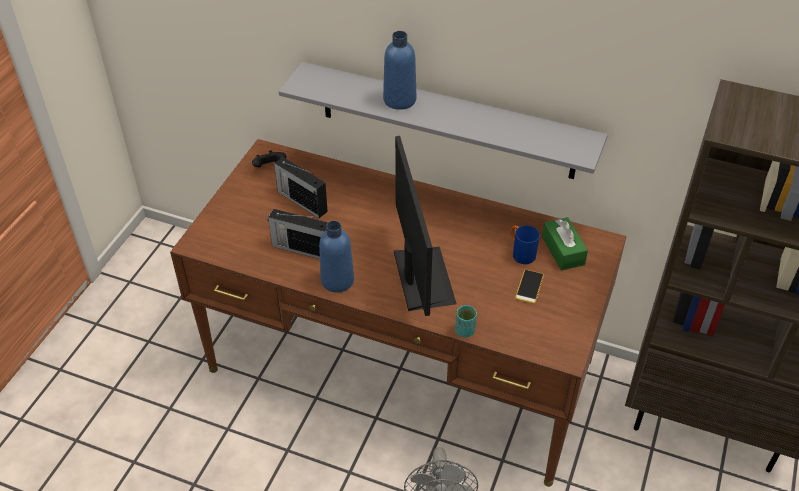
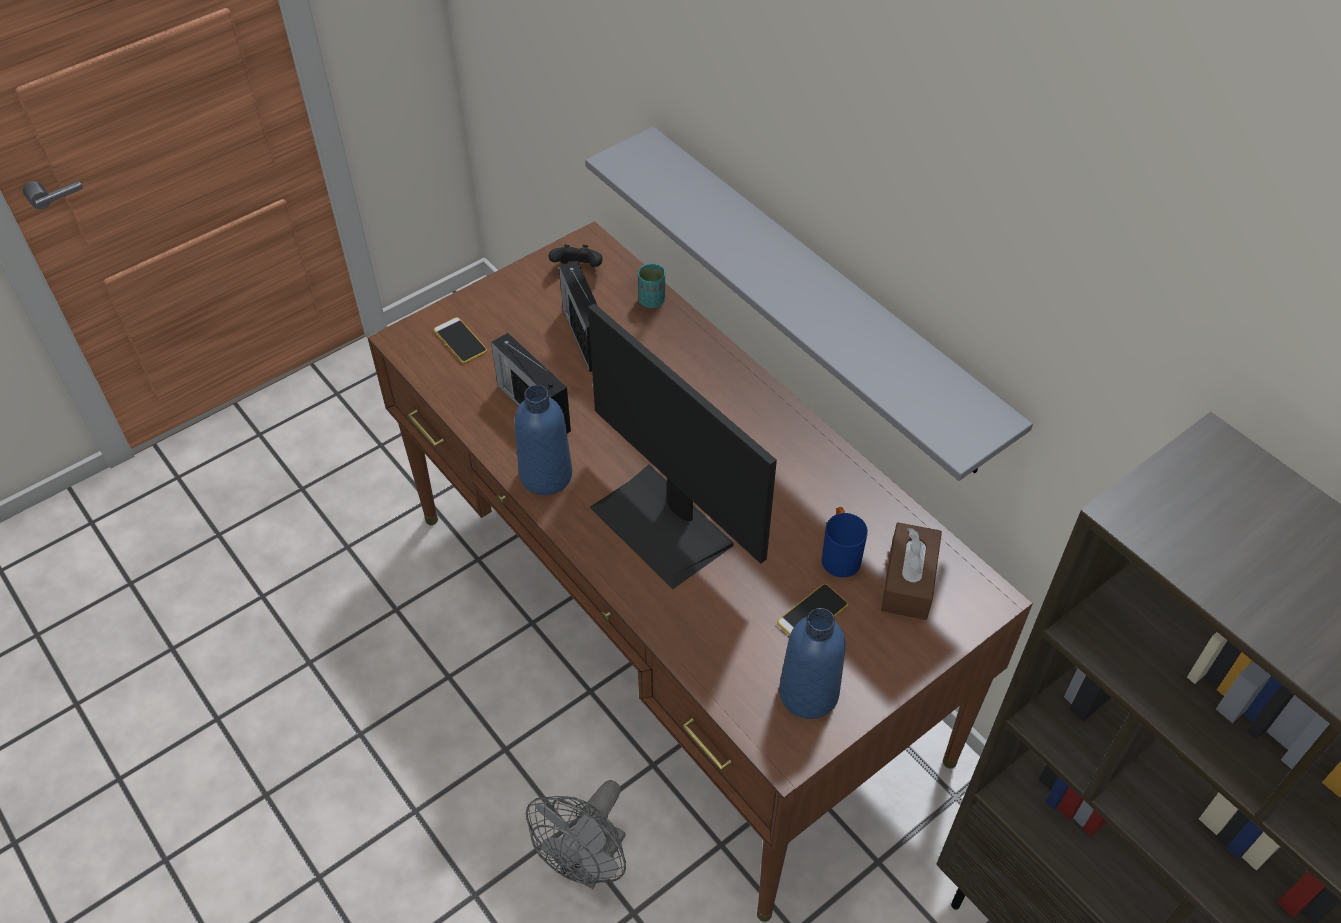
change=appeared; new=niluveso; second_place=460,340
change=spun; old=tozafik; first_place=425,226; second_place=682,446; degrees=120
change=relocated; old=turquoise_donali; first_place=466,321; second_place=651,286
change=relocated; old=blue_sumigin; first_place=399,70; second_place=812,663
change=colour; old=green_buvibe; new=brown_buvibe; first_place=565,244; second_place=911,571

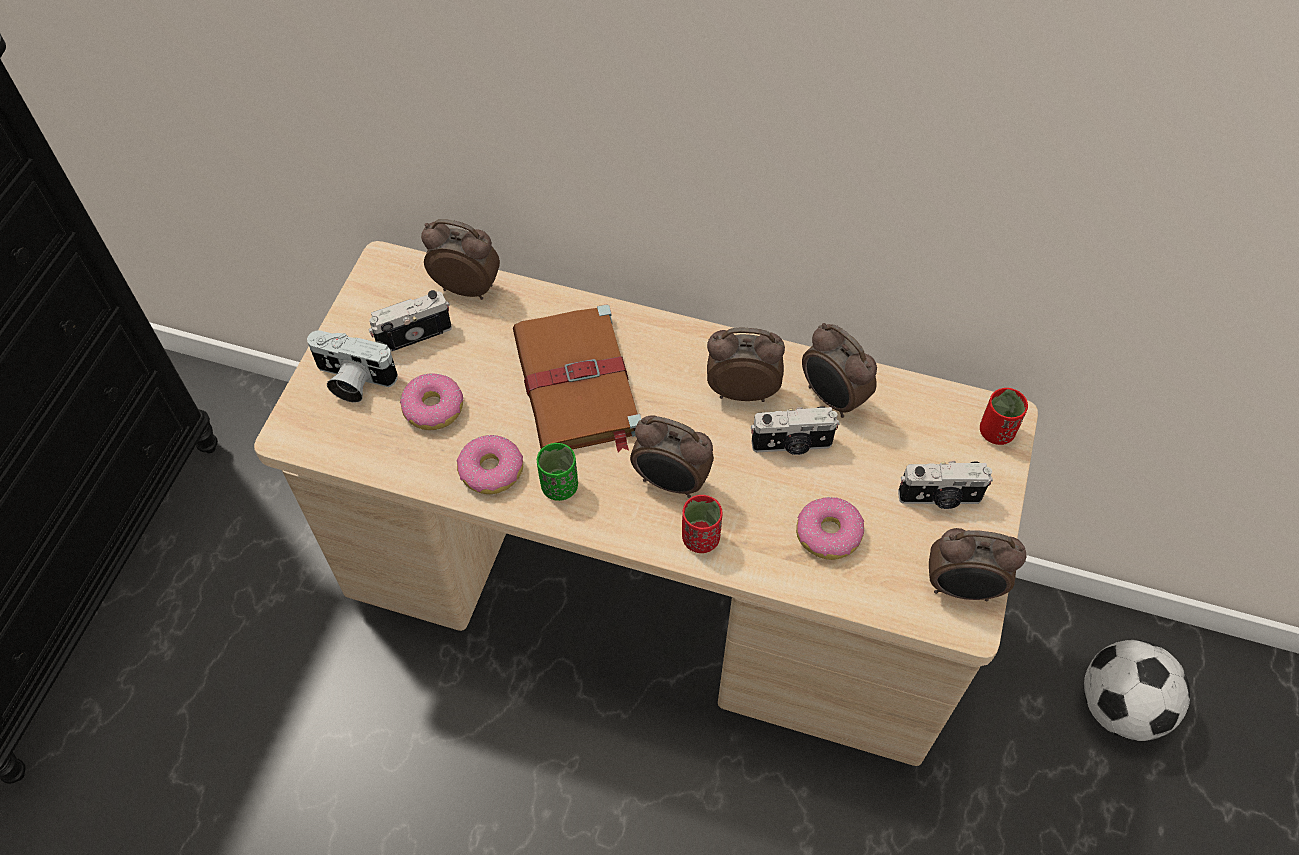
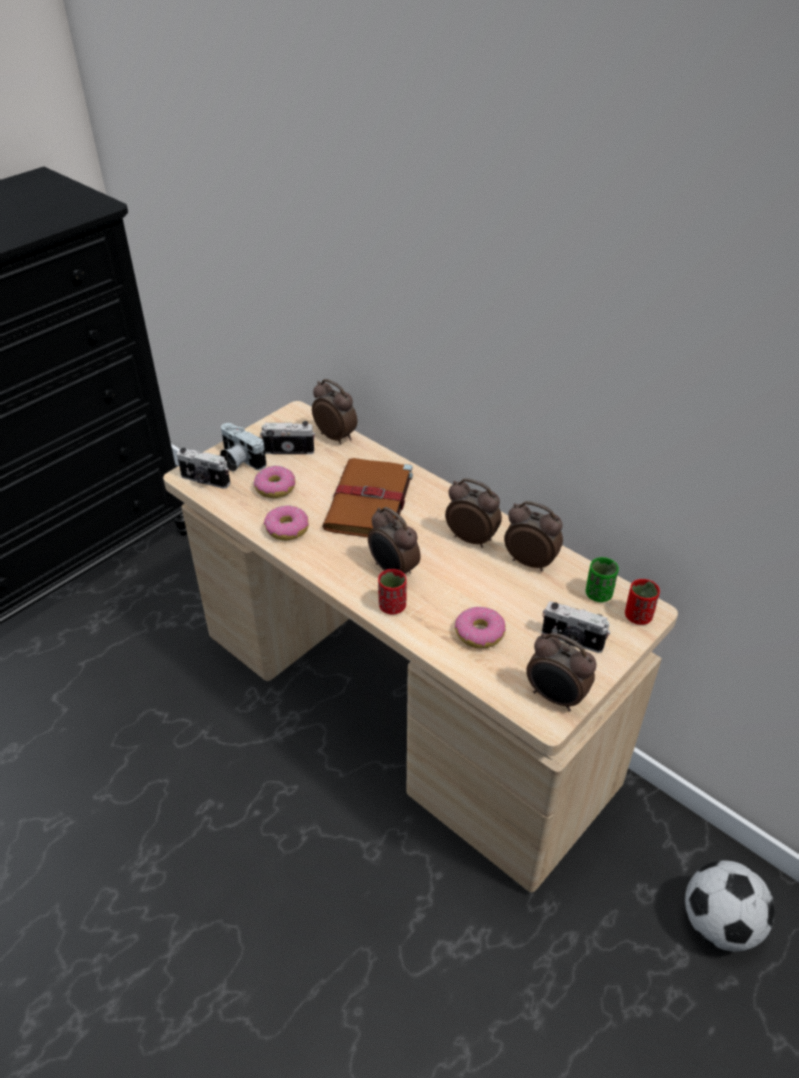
change=relocated; old=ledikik; first_place=795,430; second_place=203,468
change=spun; old=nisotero; first_place=839,370; second_place=533,536; degrees=135
change=relocated; old=green_donali; first_place=557,472; second_place=602,579

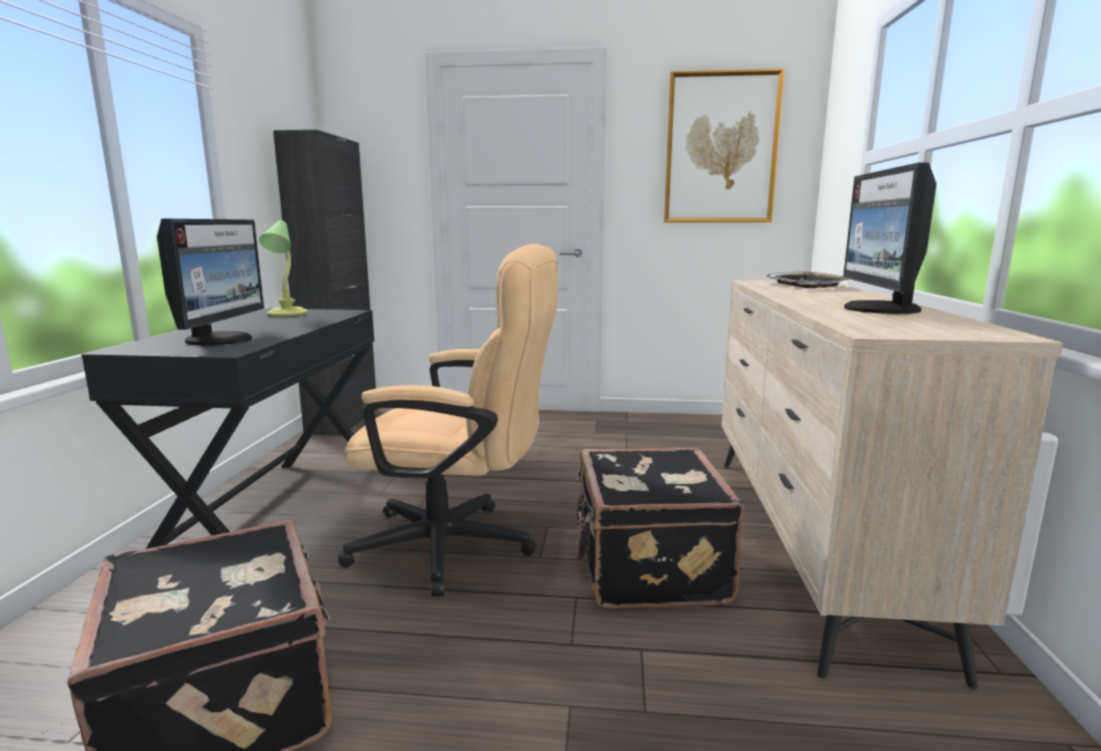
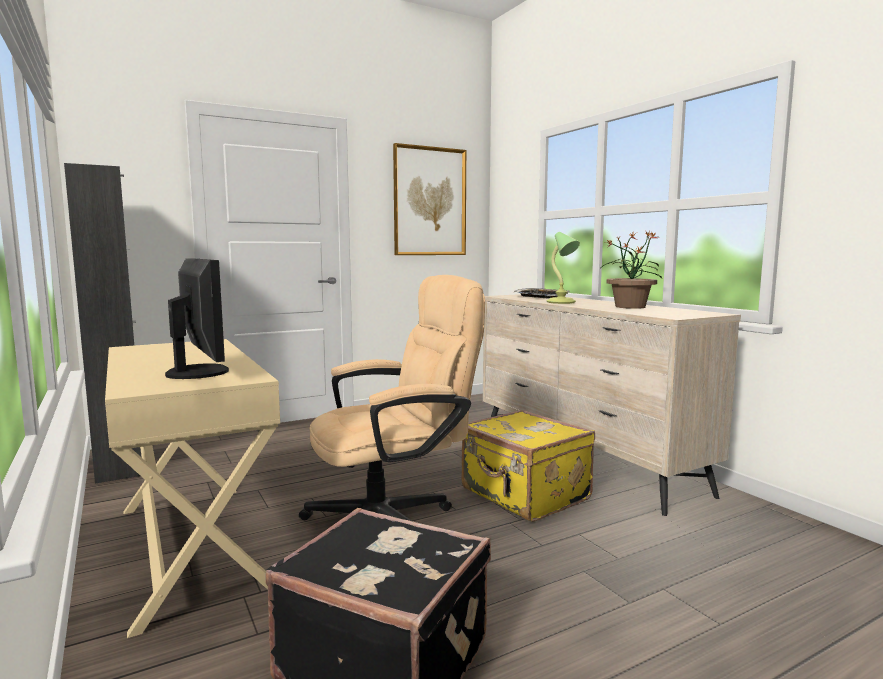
change=colour; old=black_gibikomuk; new=beige_gibikomuk; first_place=227,429; second_place=192,488
change=colour; old=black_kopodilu; new=yellow_kopodilu; first_place=660,527; second_place=528,466
change=relocated; old=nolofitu; first_place=283,268; second_place=563,268
change=exchanged; old=tozafik; new=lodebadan; first_place=890,238; second_place=631,270

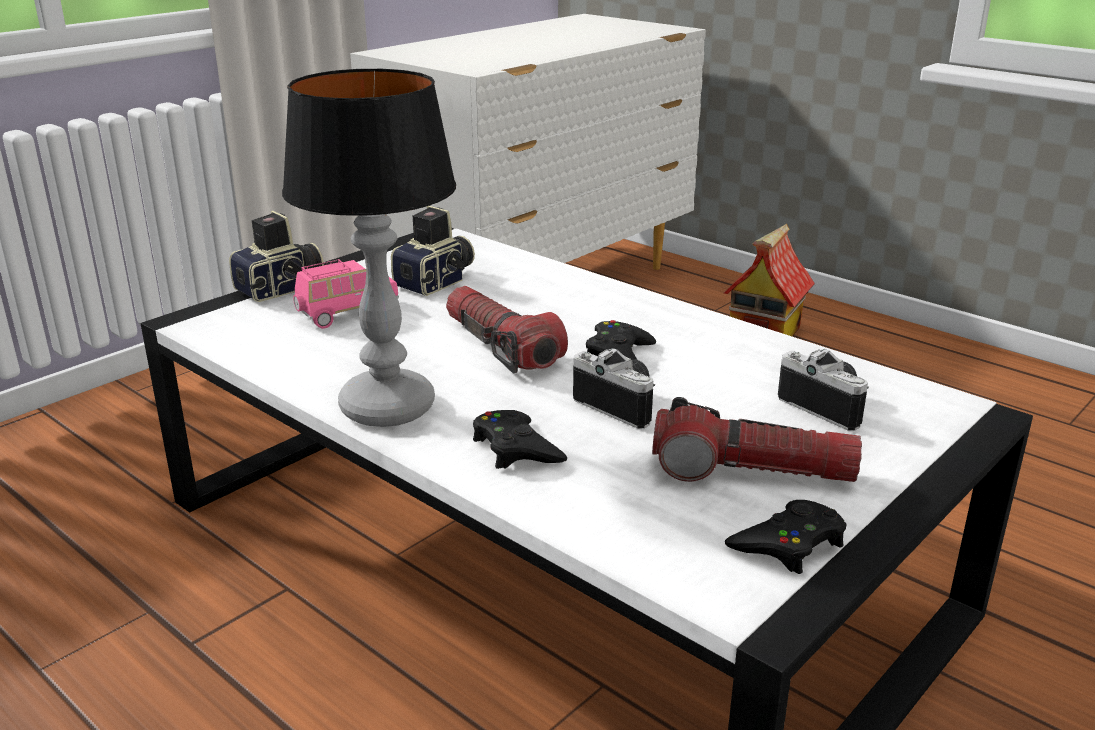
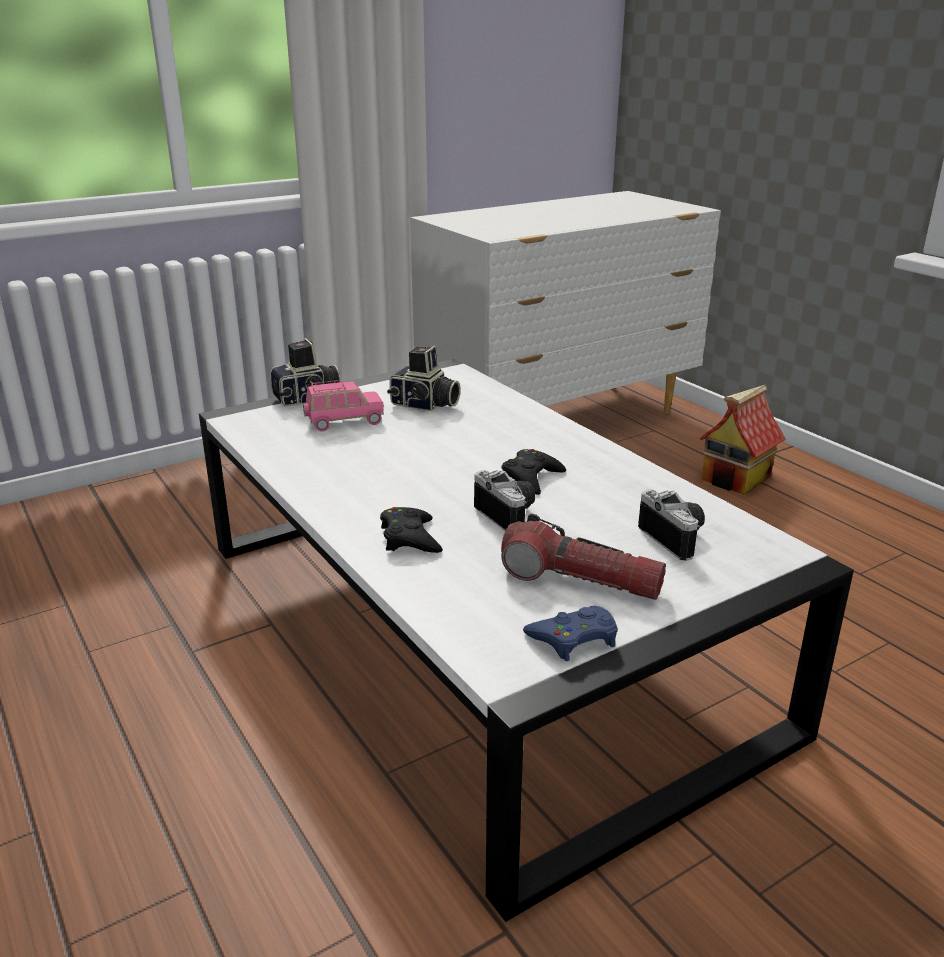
change=spun; old=ledikik; first_place=433,251; second_place=424,378; degrees=60
change=colour; old=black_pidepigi; new=blue_pidepigi; first_place=786,537; second_place=570,633
change=missing; old=nolofitu; first_place=369,248
change=missing; old=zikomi; first_place=507,329

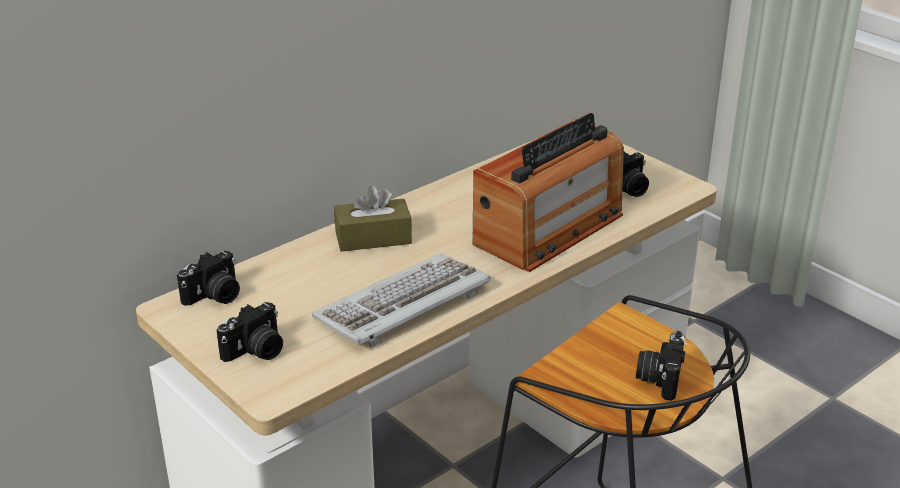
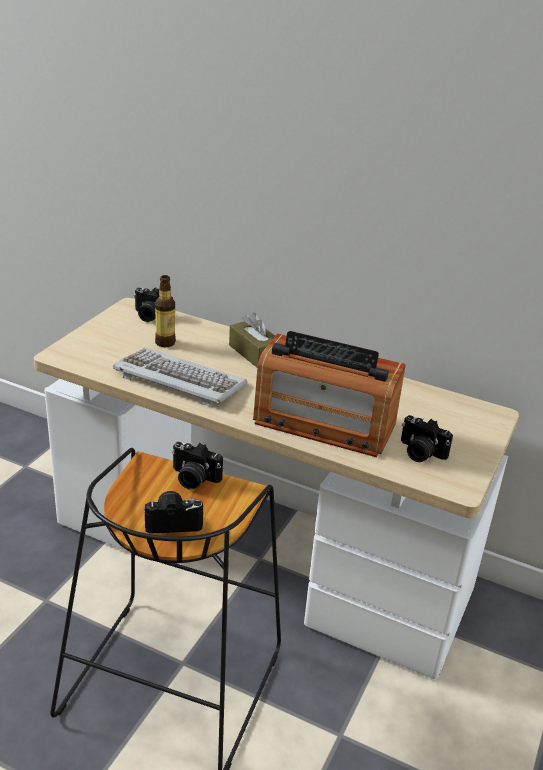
change=appeared; new=sumigin; second_place=165,311
change=relocated; old=ledikik; first_place=250,332; second_place=197,466

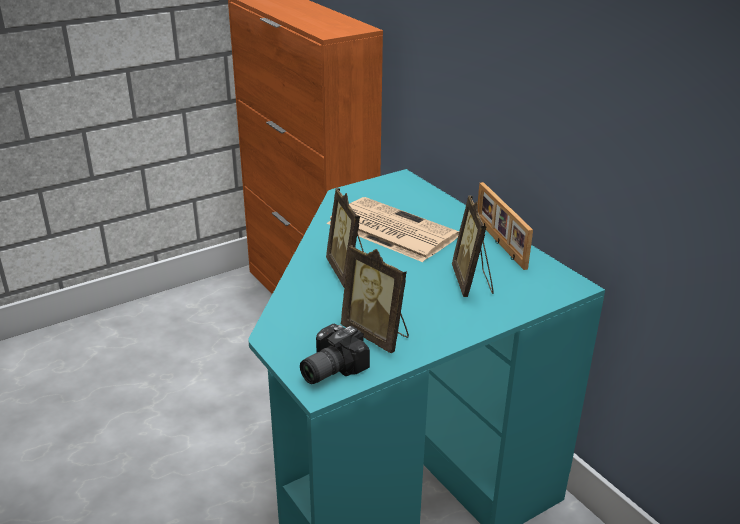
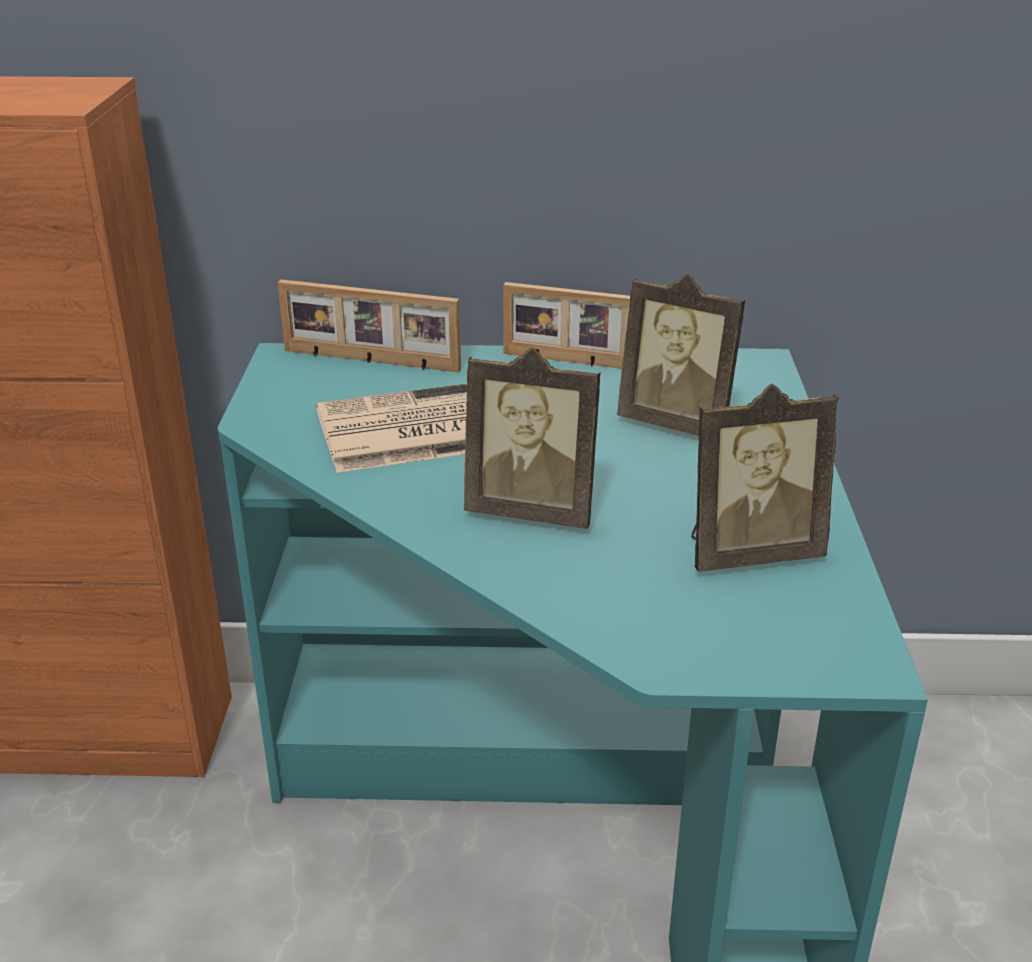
change=appeared; new=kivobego; second_place=369,325
change=missing; old=ledikik; first_place=335,354

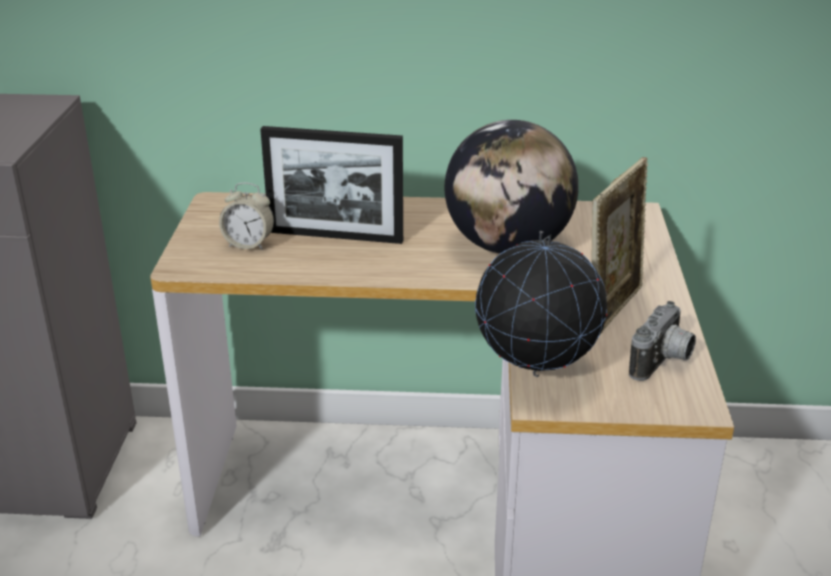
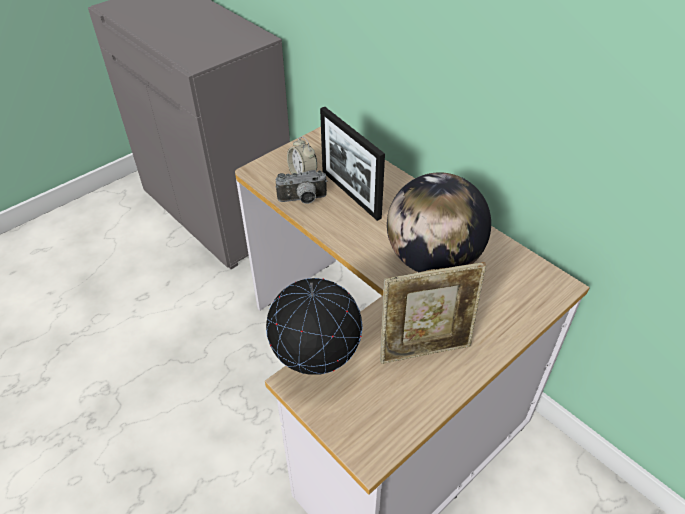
change=relocated; old=ledikik; first_place=662,341; second_place=301,187

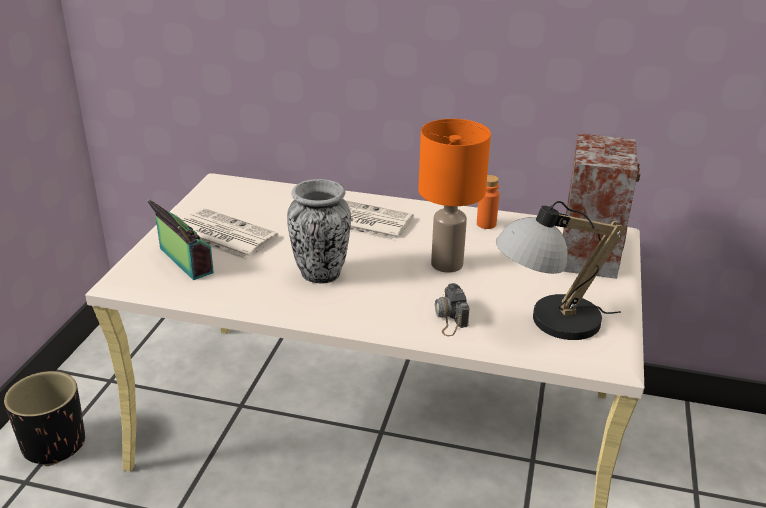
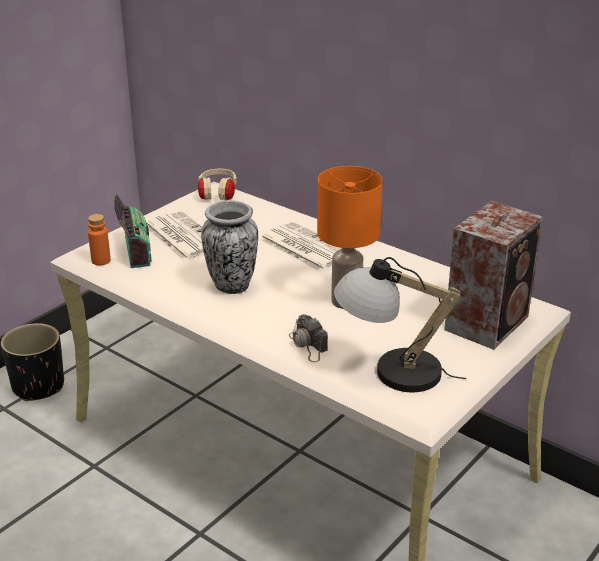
change=relocated; old=orange_sumigin; first_place=488,202; second_place=99,239
change=appeared; new=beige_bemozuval; second_place=217,184
change=spun; old=ledikik; first_place=452,309; second_place=308,338; degrees=-45

